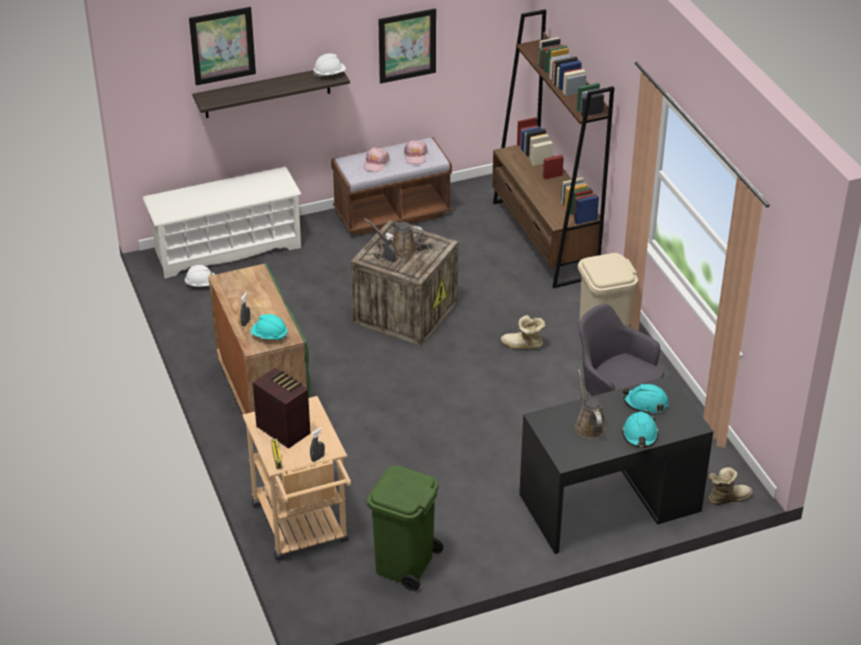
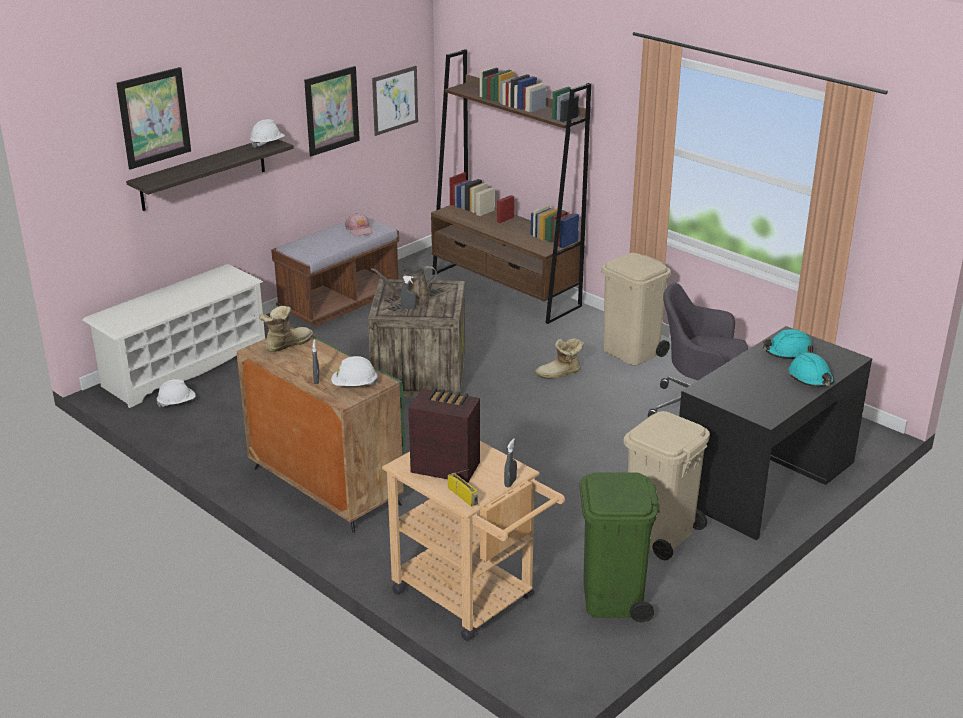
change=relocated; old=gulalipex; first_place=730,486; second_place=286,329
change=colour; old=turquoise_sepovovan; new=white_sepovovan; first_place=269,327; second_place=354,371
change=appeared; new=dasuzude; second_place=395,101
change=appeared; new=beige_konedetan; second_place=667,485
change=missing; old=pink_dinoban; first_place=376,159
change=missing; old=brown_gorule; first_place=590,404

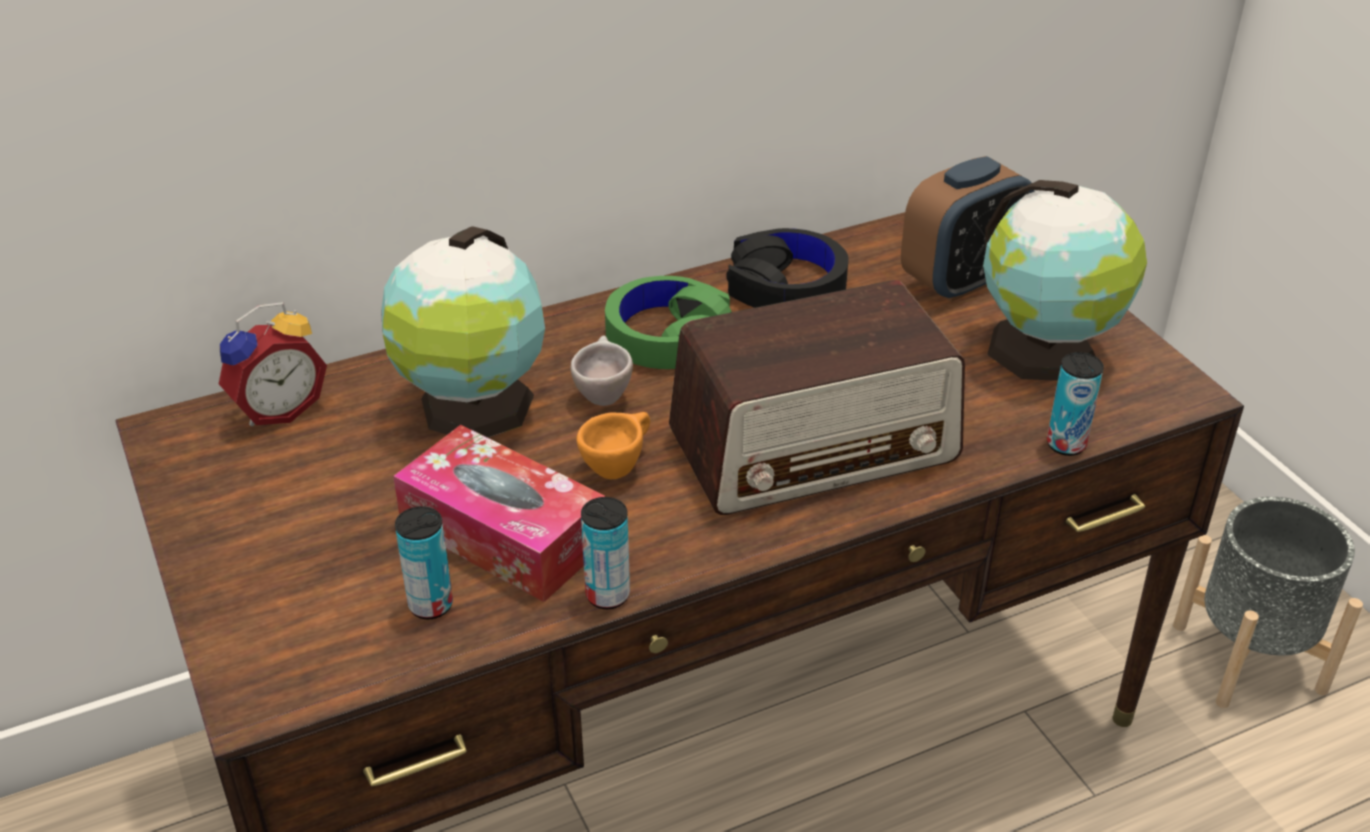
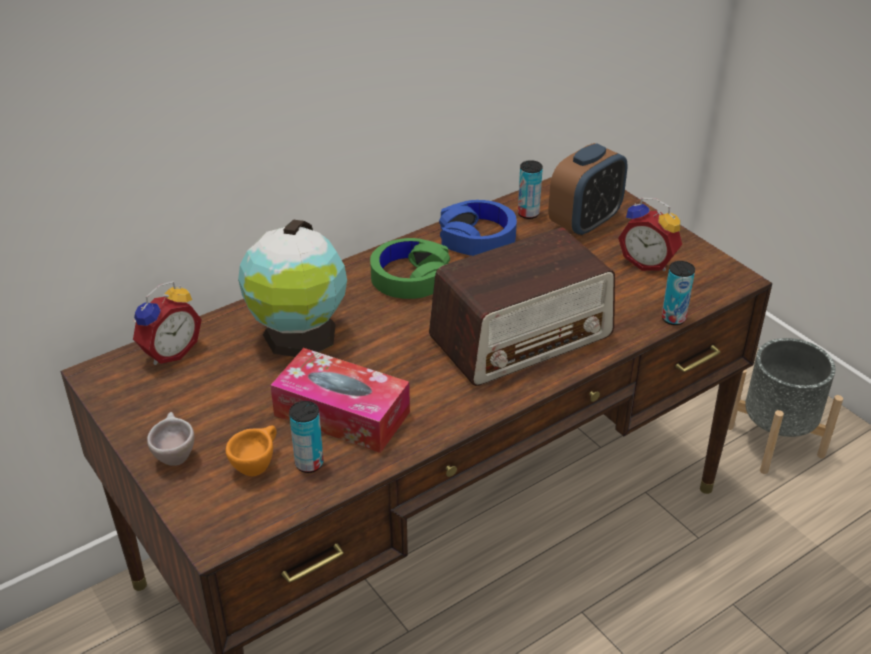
change=relocated; old=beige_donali; first_place=602,370; second_place=170,439
change=relocated; old=orange_donali; first_place=613,445; second_place=251,451
change=colour; old=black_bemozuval; new=blue_bemozuval; first_place=787,268; second_place=478,228
change=relocated; old=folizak; first_place=605,553; second_place=530,189
change=exchanged; old=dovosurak; new=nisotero; first_place=1065,280; second_place=650,234

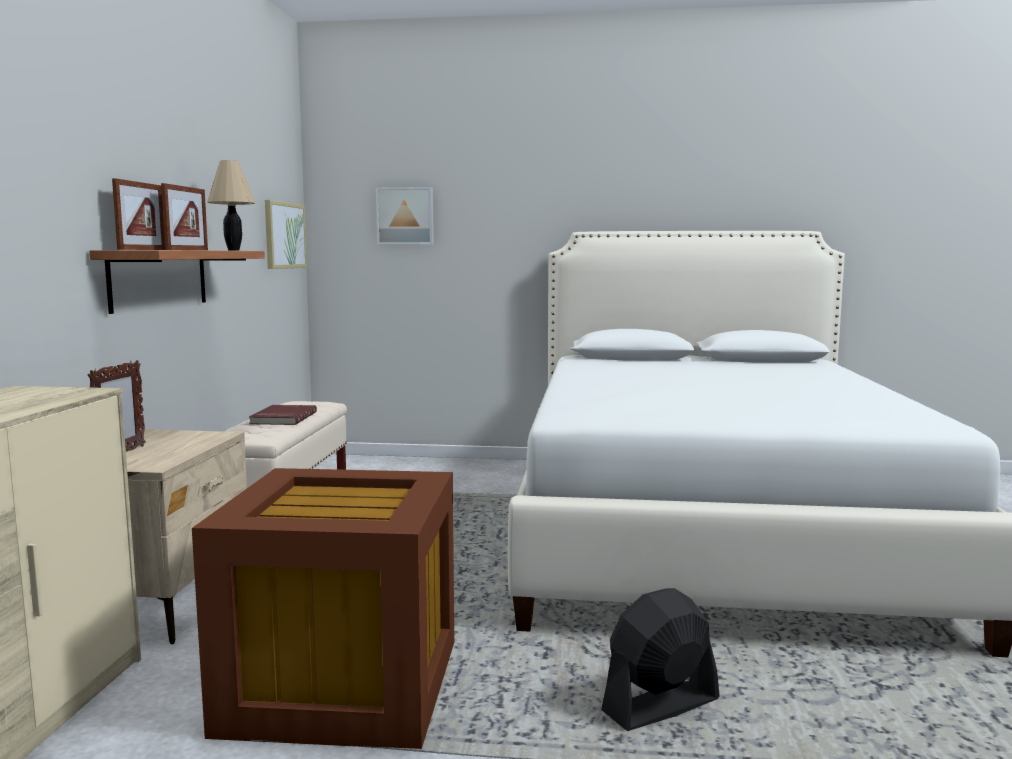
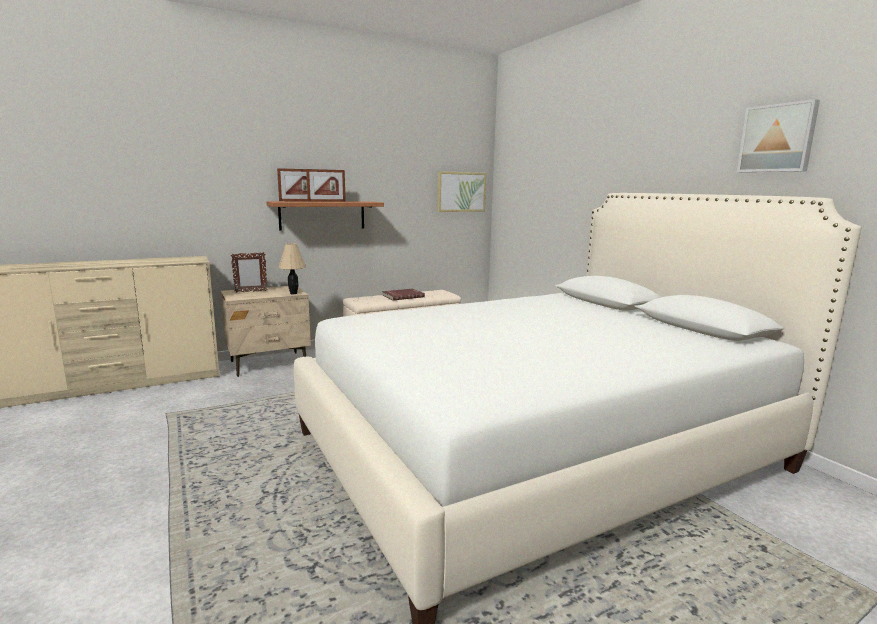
change=relocated; old=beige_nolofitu; first_place=231,205; second_place=292,268
change=relocated; old=dasuzude; first_place=405,216; second_place=778,135
change=missing; old=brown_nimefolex; first_place=323,608
change=missing; old=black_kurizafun; first_place=660,659

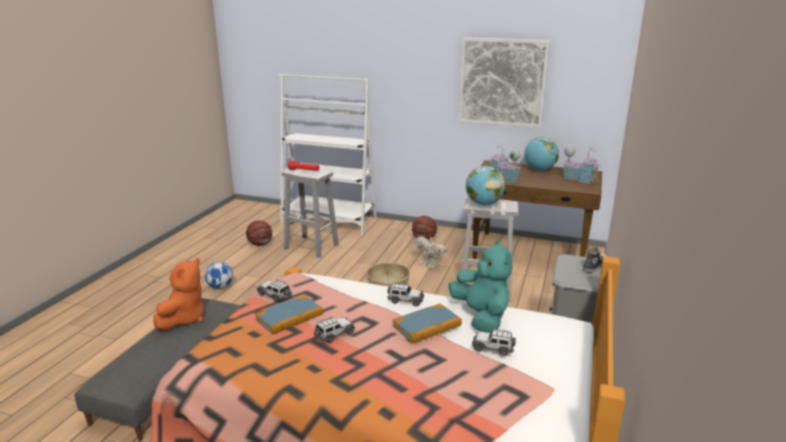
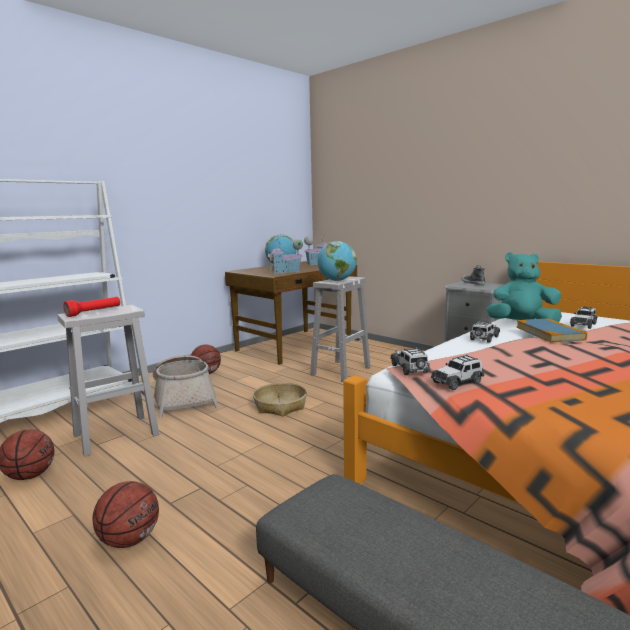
change=exchanged; old=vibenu; new=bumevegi; first_place=219,275; second_place=125,514
change=appeared; new=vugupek; second_place=186,386
change=relocated; old=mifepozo; first_place=334,328; second_place=410,361
change=missing; old=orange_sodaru; first_place=178,294
change=missing; old=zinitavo; first_place=289,315
change=missing; old=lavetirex; first_place=430,251
change=missing; old=dasuzude; first_place=504,82

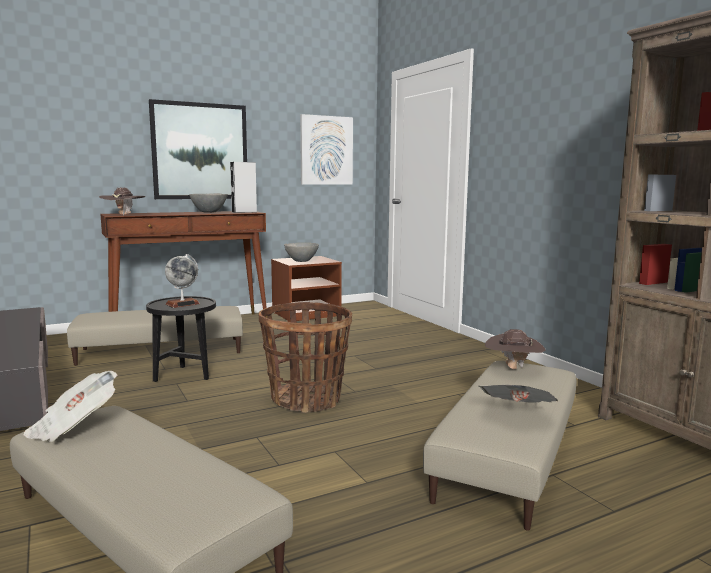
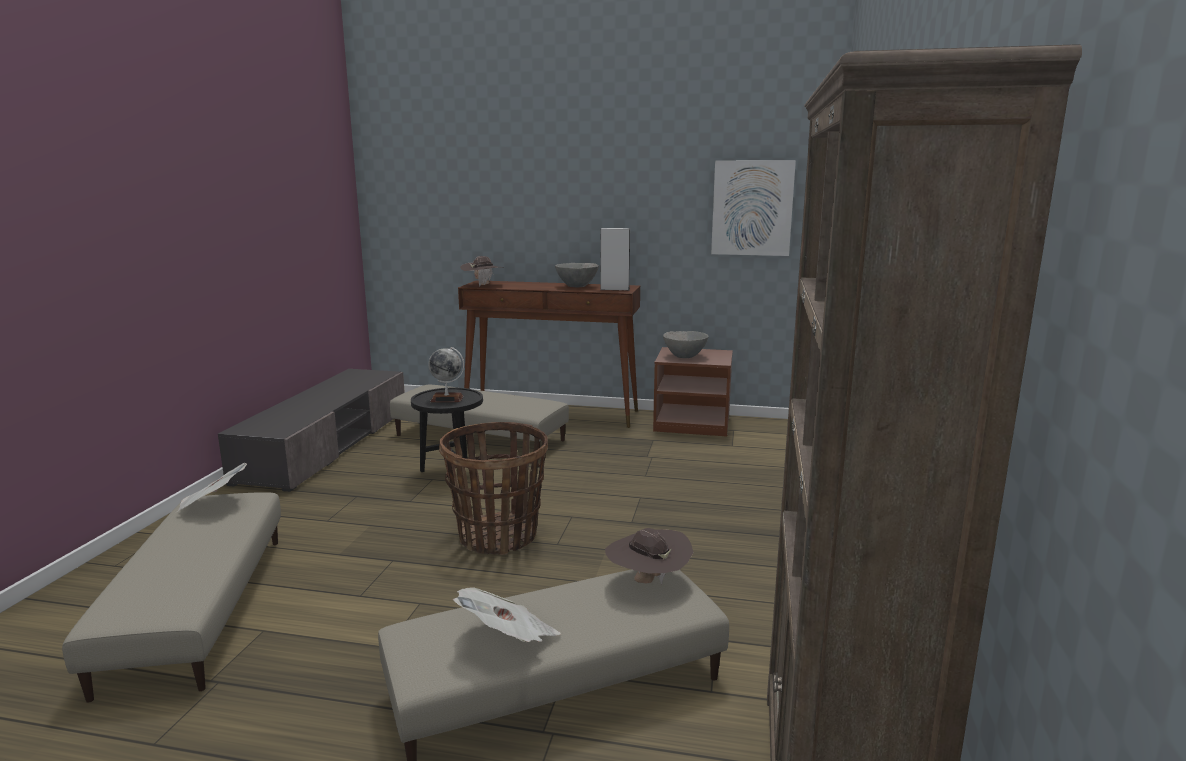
change=missing; old=dasuzude; first_place=198,149

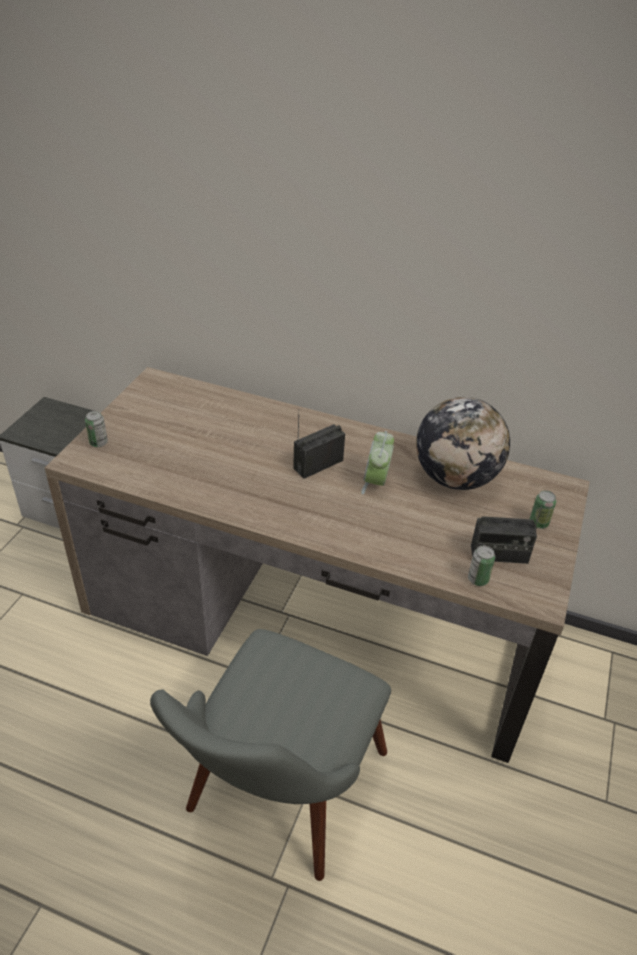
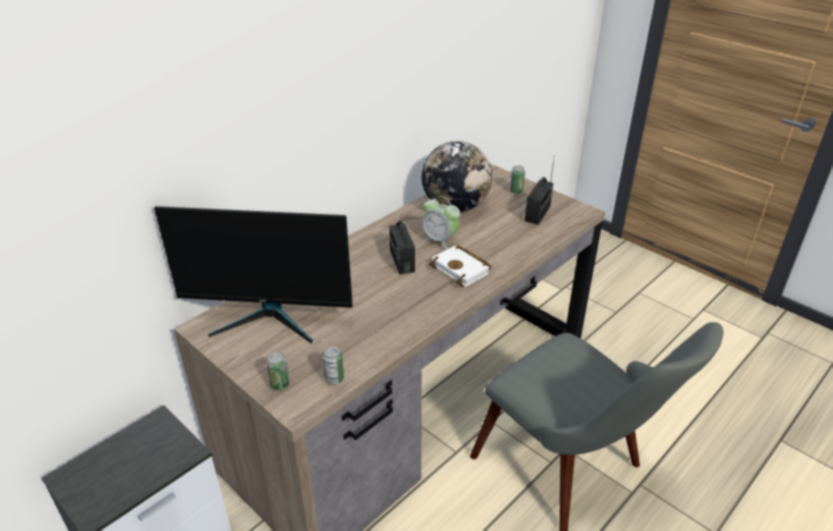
change=appeared; new=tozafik; second_place=253,274
change=relocated; old=folizak; first_place=481,565; second_place=333,365
change=appeared; new=white_zinitavo; second_place=460,266

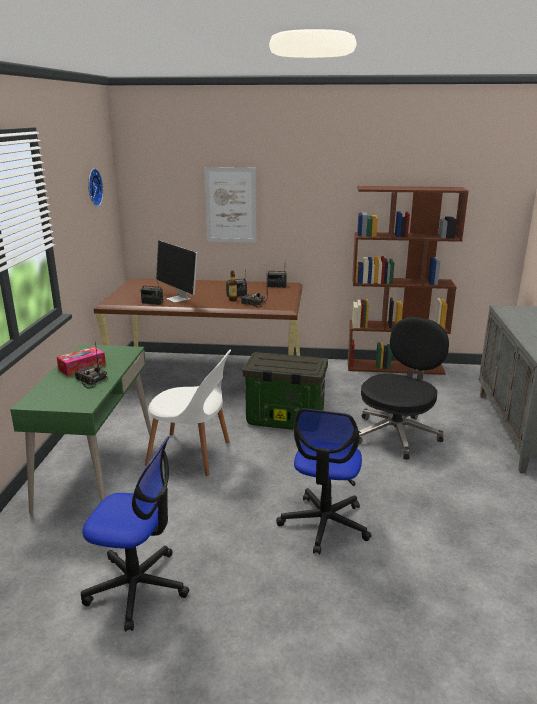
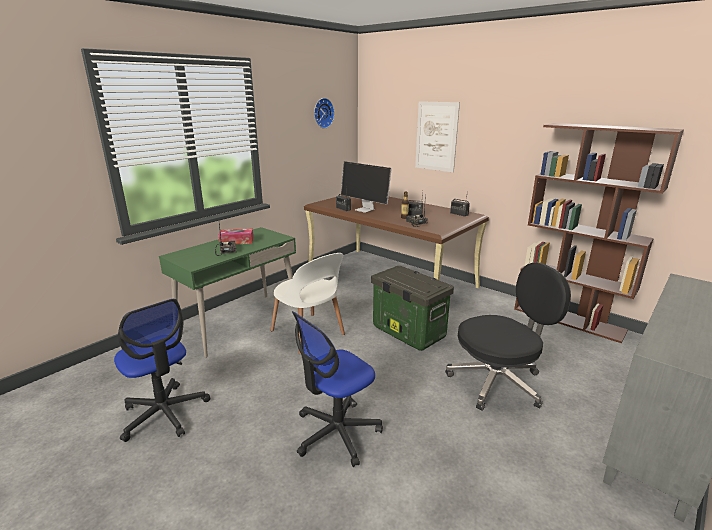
change=spun; old=tozafik; first_place=177,271; second_place=366,187; degrees=-45

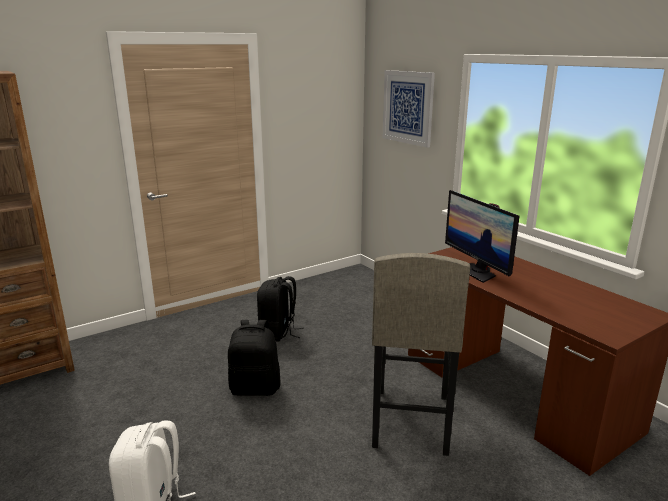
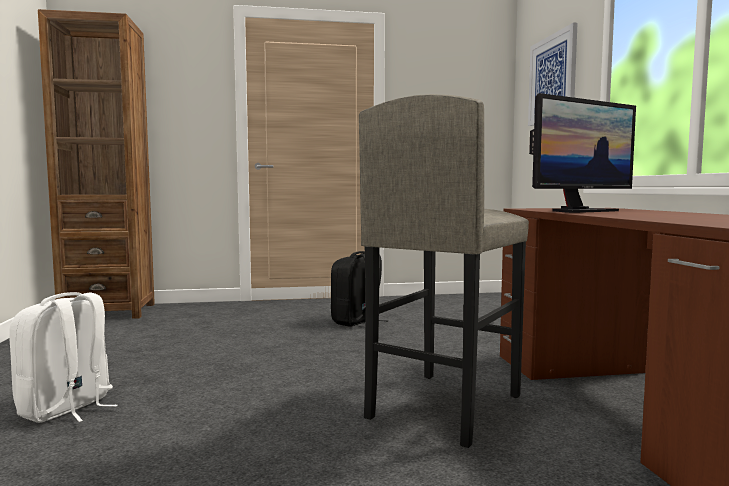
change=spun; old=tozafik; first_place=482,236; second_place=582,153; degrees=-120
change=missing; old=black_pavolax; first_place=254,358

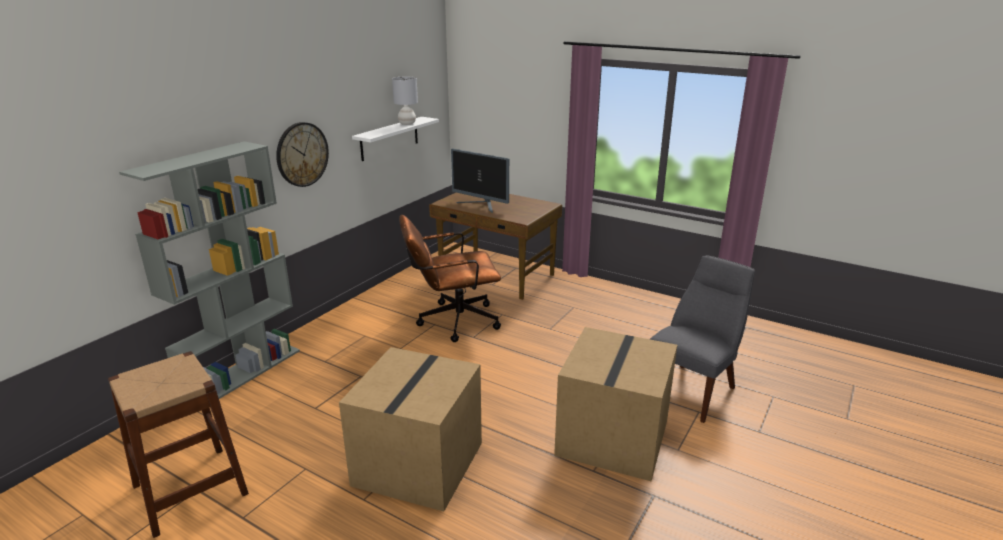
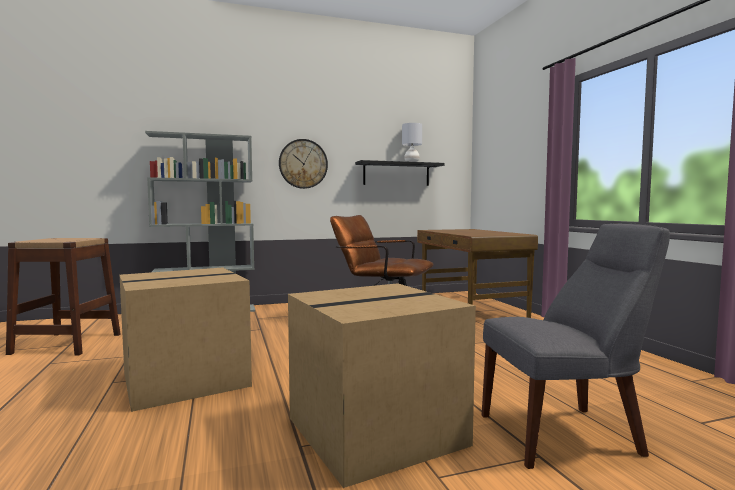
change=colour; old=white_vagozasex; new=black_vagozasex; first_place=395,139; second_place=400,173
change=missing; old=tozafik; first_place=480,180

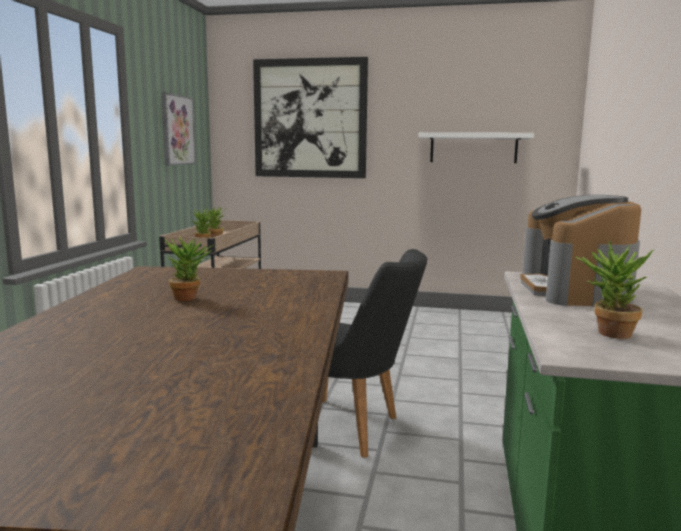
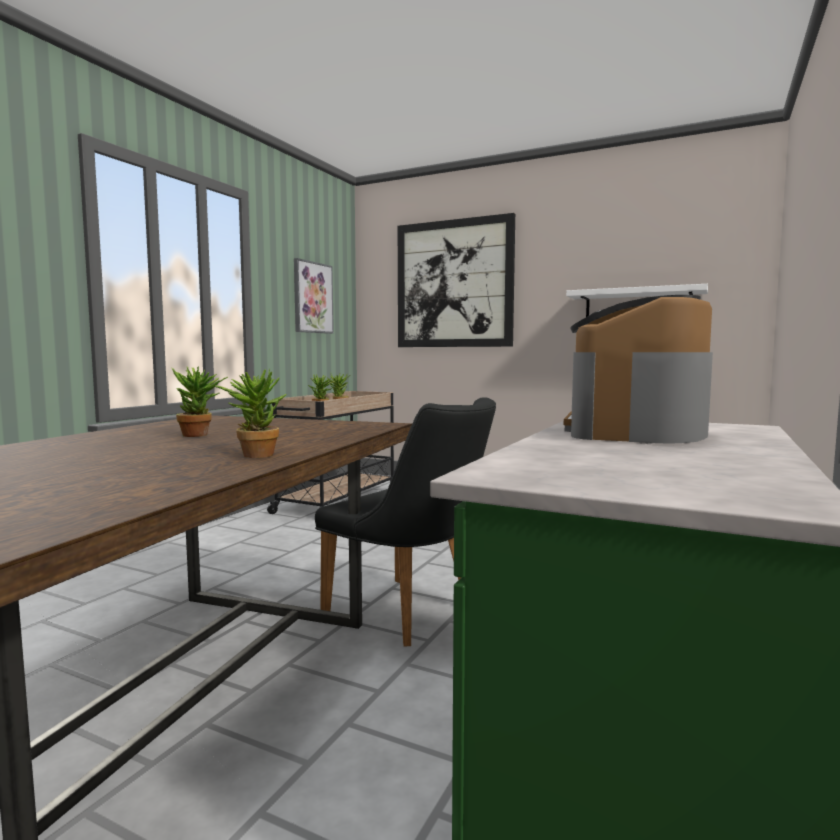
change=relocated; old=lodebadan; first_place=614,290; second_place=251,413

